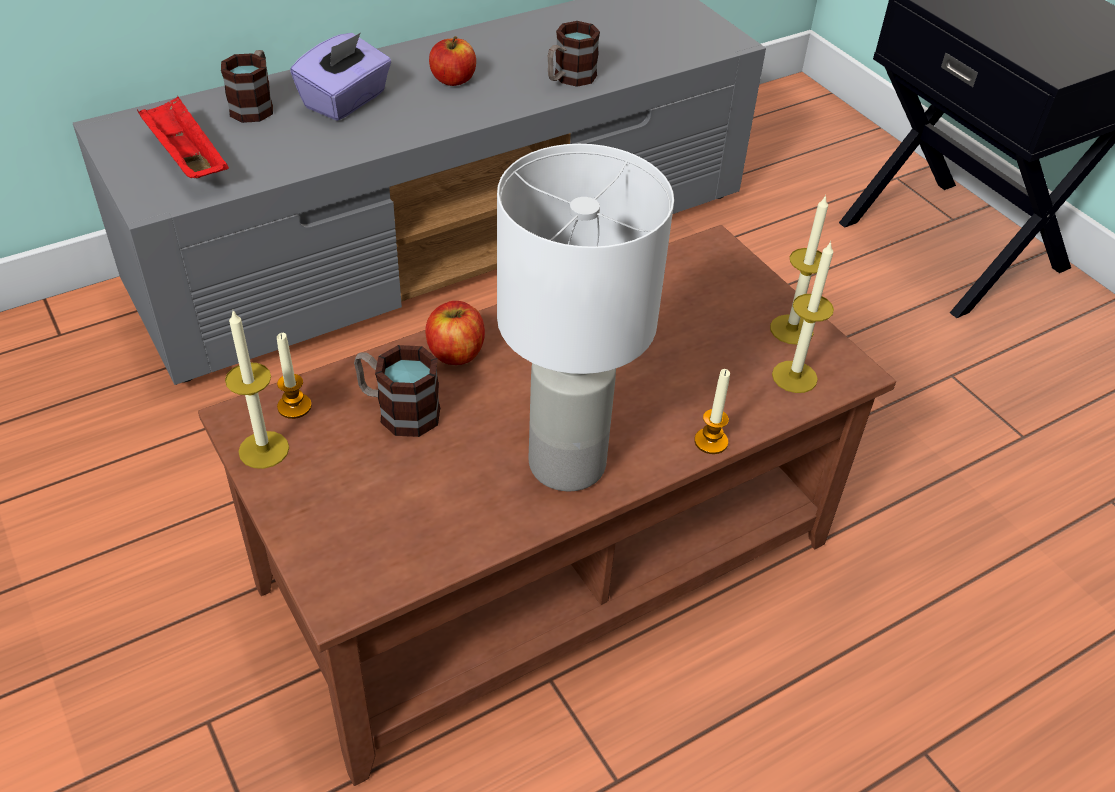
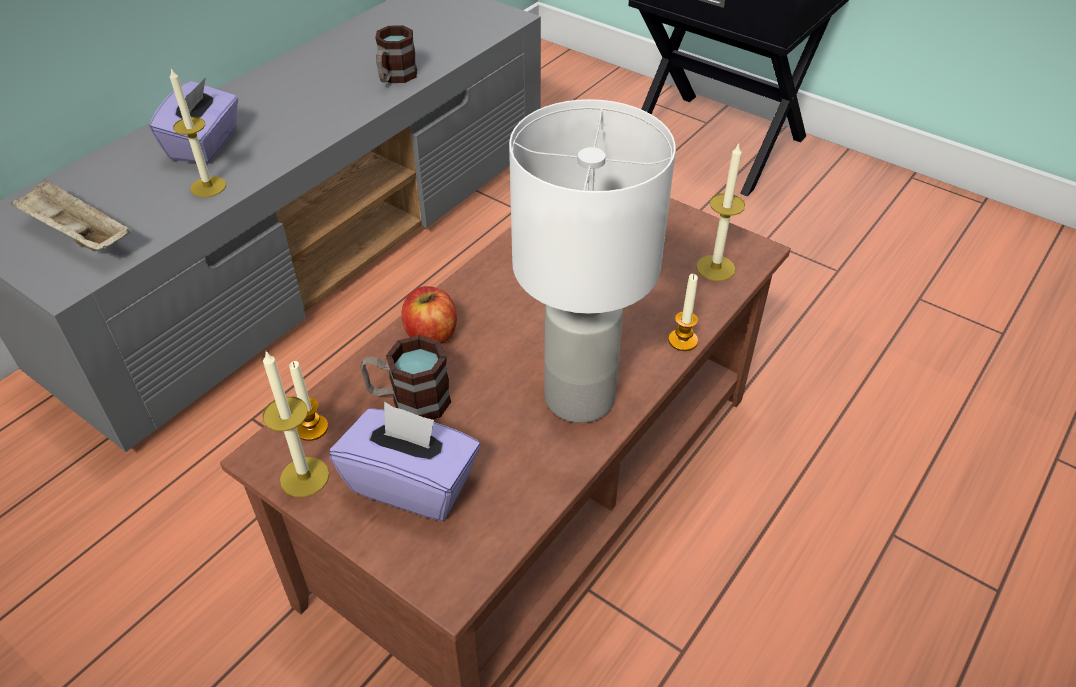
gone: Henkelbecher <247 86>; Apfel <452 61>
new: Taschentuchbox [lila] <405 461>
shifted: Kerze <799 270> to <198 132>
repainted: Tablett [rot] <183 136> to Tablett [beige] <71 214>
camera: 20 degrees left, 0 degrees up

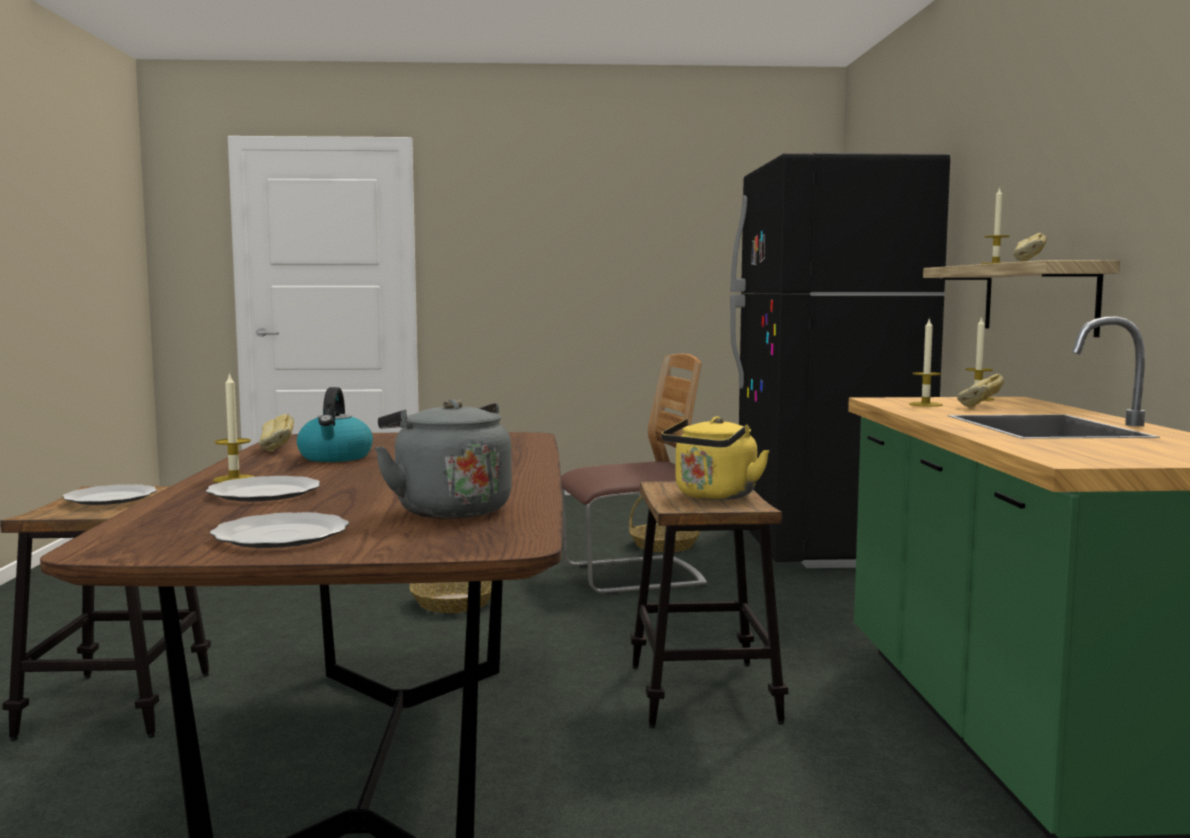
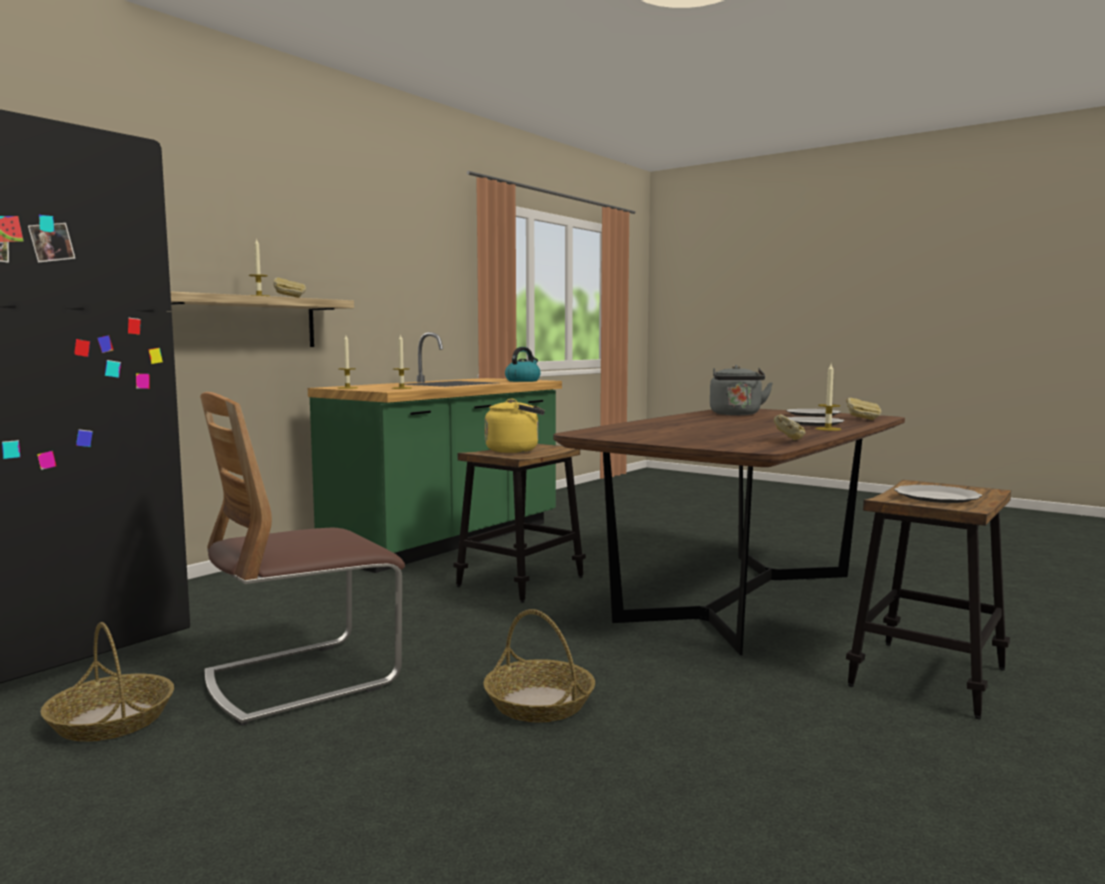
shifted: Wasserkessel <335 424> to <523 364>; Brot <981 391> to <864 409>
rotated: Stuhl <634 474> = <302 559> 60 degrees counterclockwise
camera: 140 degrees left, 0 degrees up

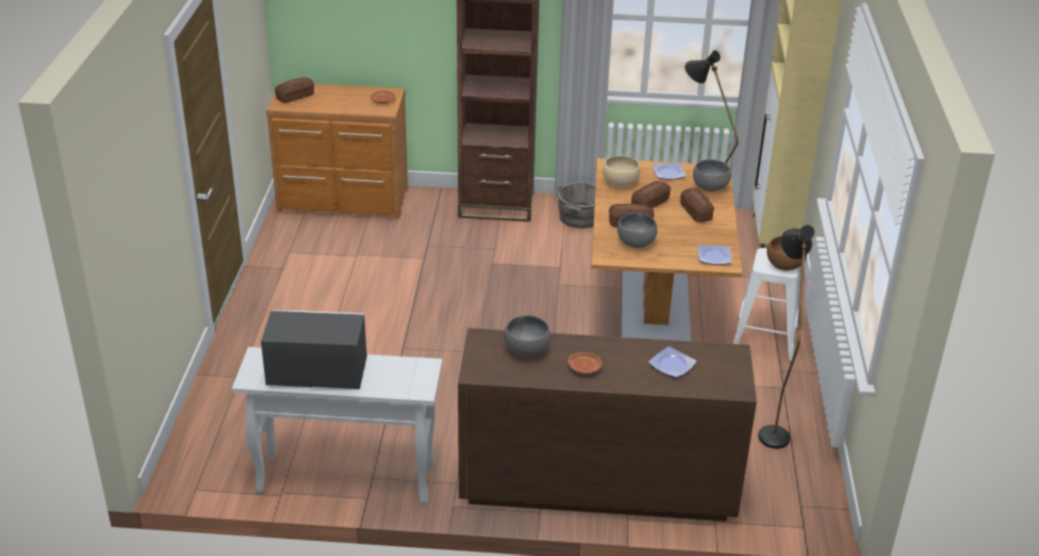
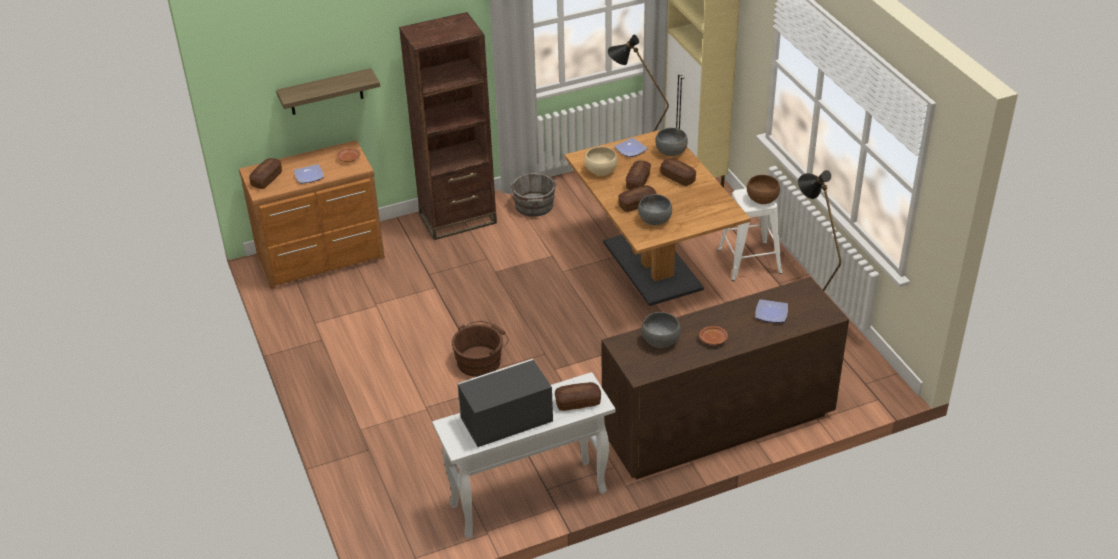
new: Wandregal <328 91>; Eimer [braun] <480 349>; Brot <578 396>
shifted: Teller <715 254> to <309 174>
camera: 25 degrees left, 5 degrees up

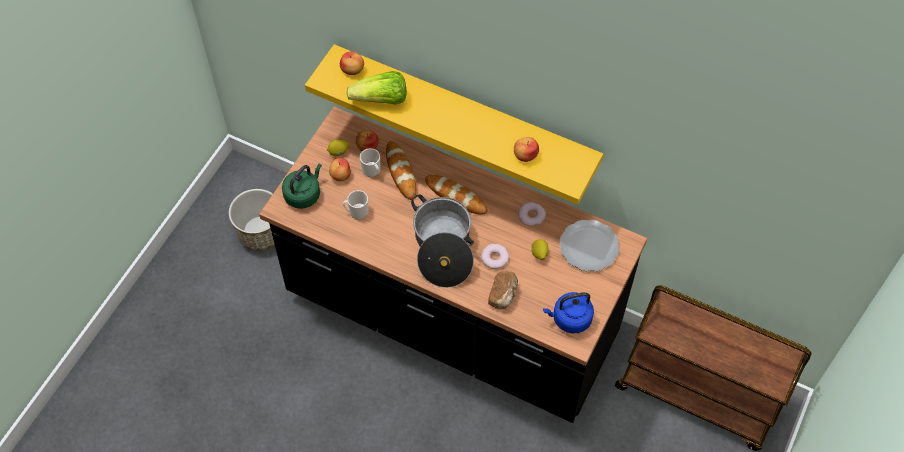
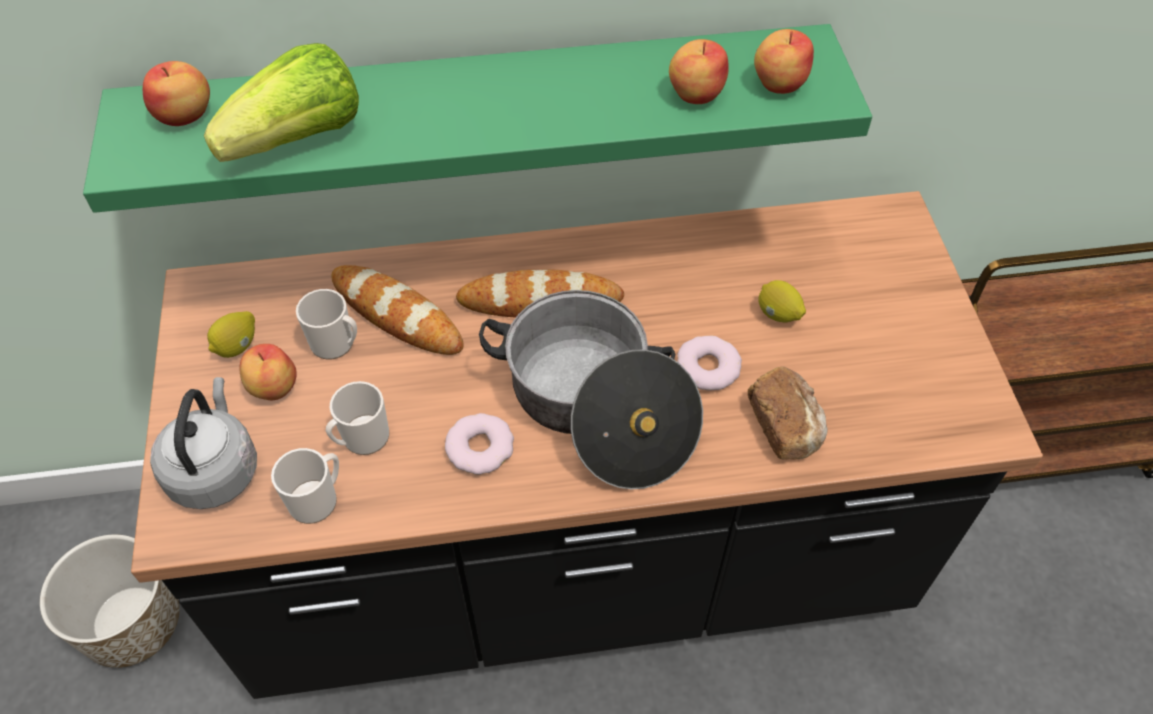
gone: Wasserkessel [blau] <568 312>; Teller <590 245>
new: Henkelbecher <305 486>
shifted: Donut <532 214> to <479 444>; Apfel <367 140> to <784 61>
repainted: Wandregal [gelb] <454 124> to Wandregal [grün] <477 118>; Wasserkessel [grün] <302 186> to Wasserkessel [grau] <203 443>
camera: 35 degrees left, 5 degrees down

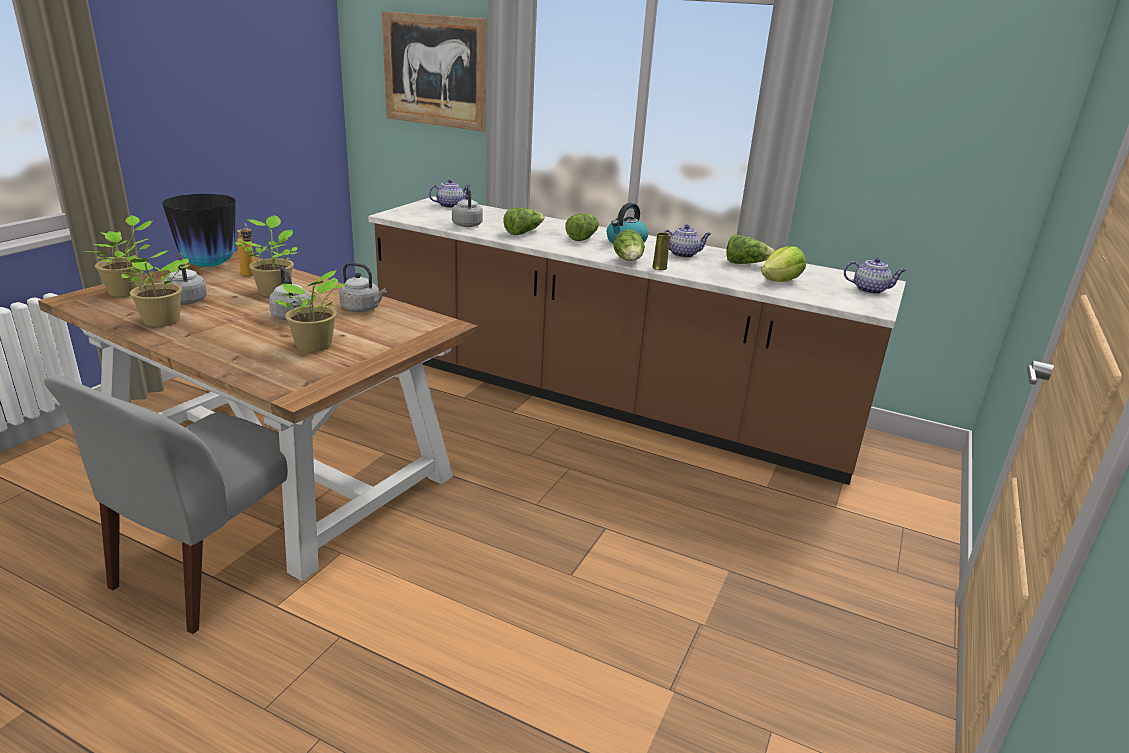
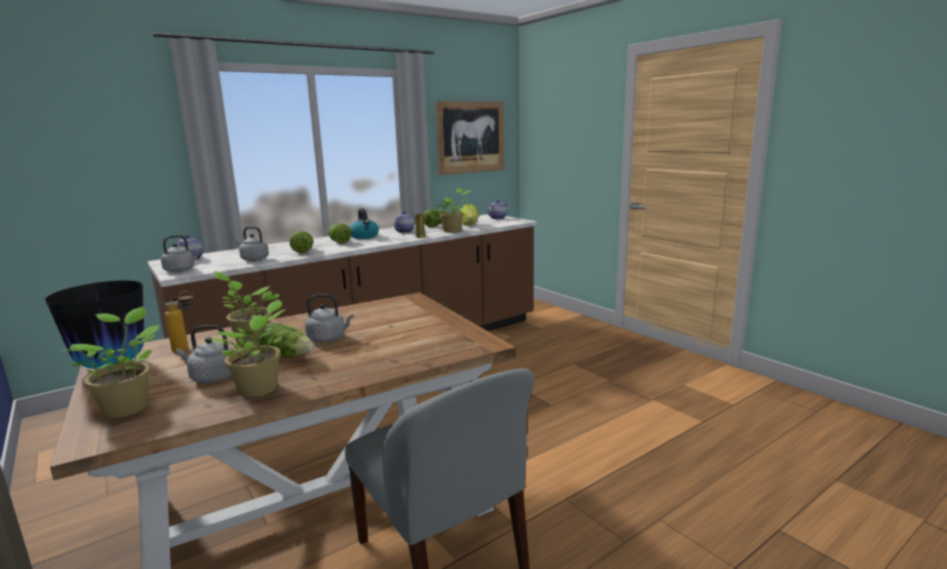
shifted: Wasserkessel [grau] <363 287> to <181 253>; Salatkopf <629 245> to <286 340>; Bild <434 71> to <469 138>; Topfpflanze <310 311> to <454 210>
camera: 60 degrees left, 10 degrees down

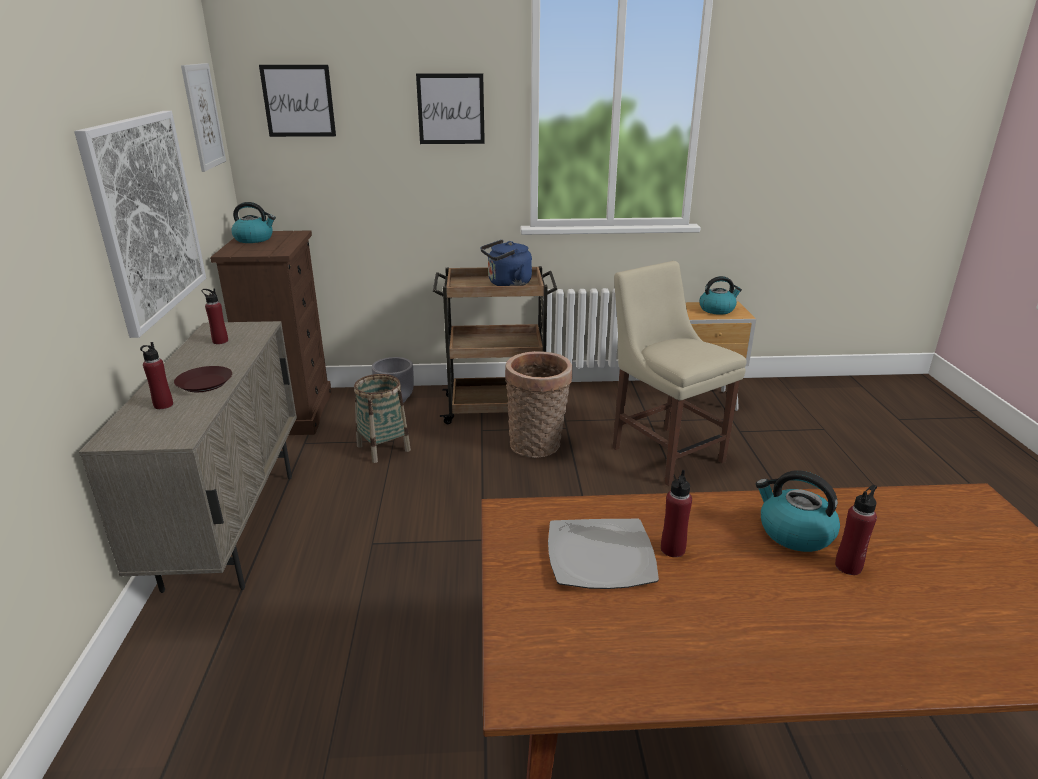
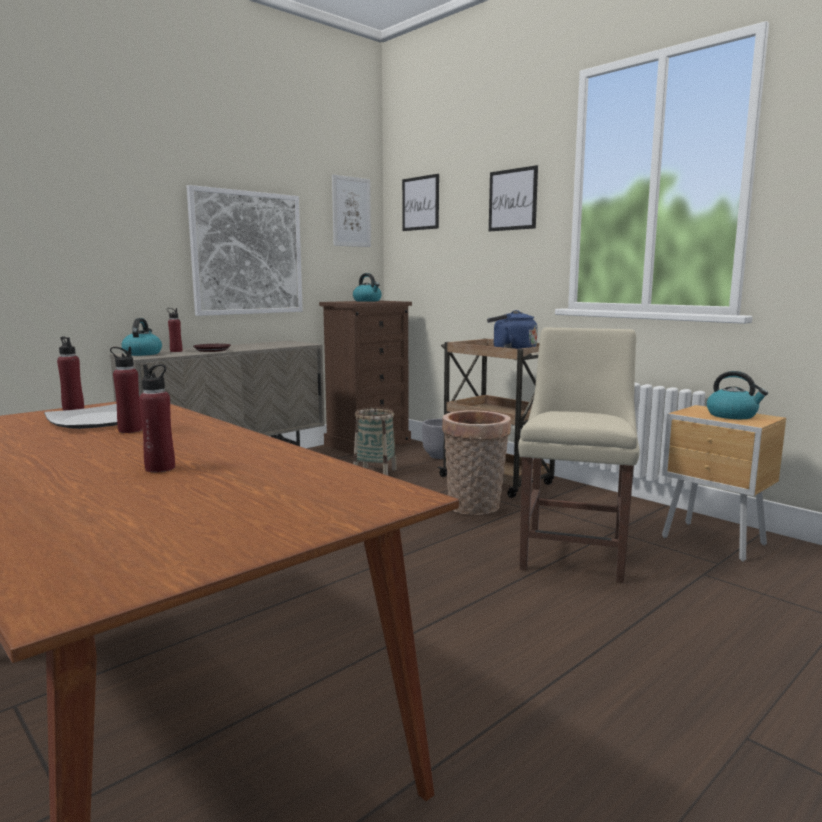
shifted: Flasche [rot] <215 316> to <70 373>; Wasserkessel <798 511> to <141 337>
camera: 50 degrees right, 15 degrees down

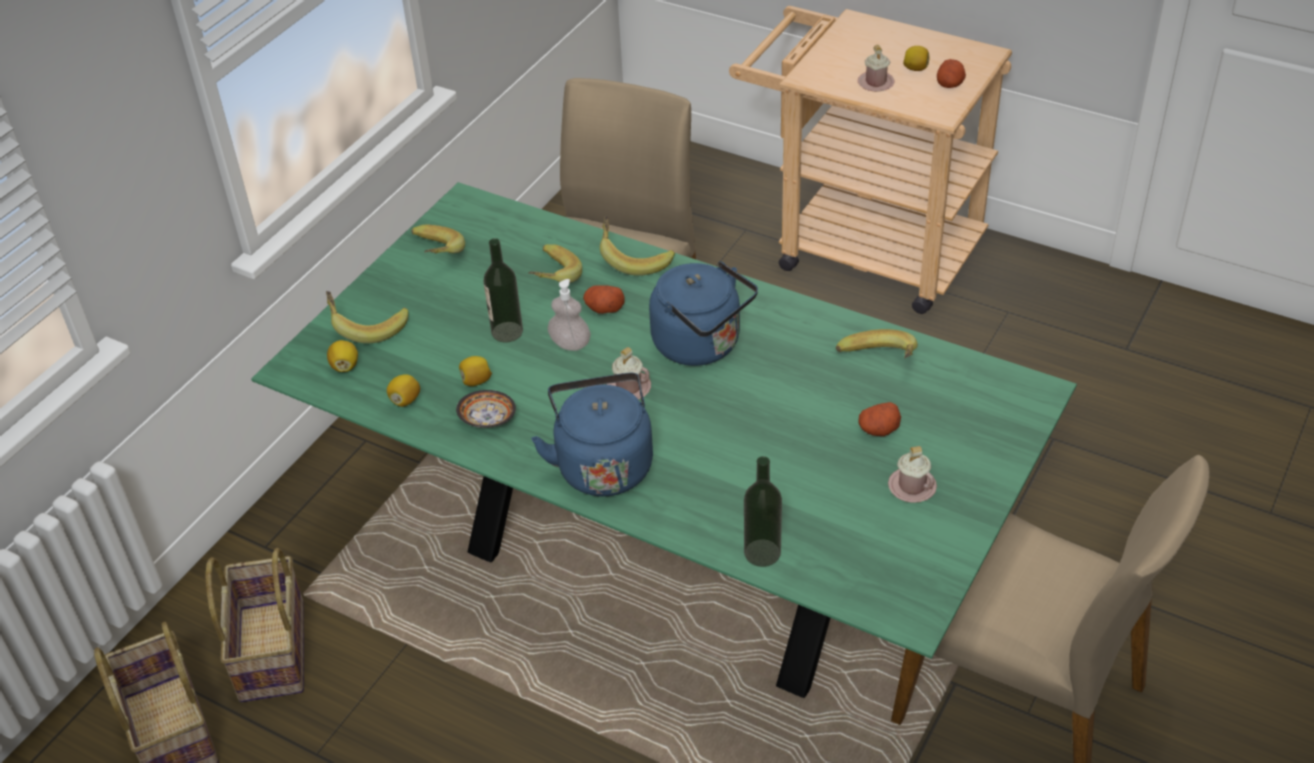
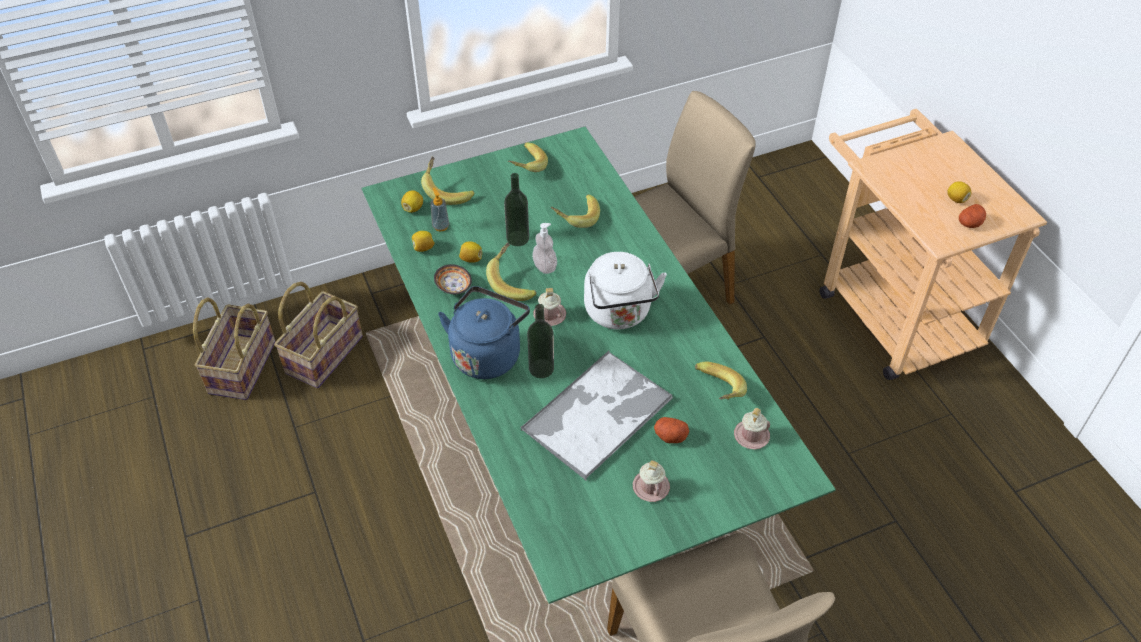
gone: Kartoffel <604 299>
new: Seifenspender <440 209>; Tablett <596 415>
shifted: Banane <637 246> to <511 272>; Flasche <763 511> to <540 341>; Henkelbecher [rosa] <876 68> to <752 428>
repainted: Wasserkessel [blau] <703 313> to Wasserkessel [weiß] <625 290>
camera: 35 degrees right, 5 degrees up

